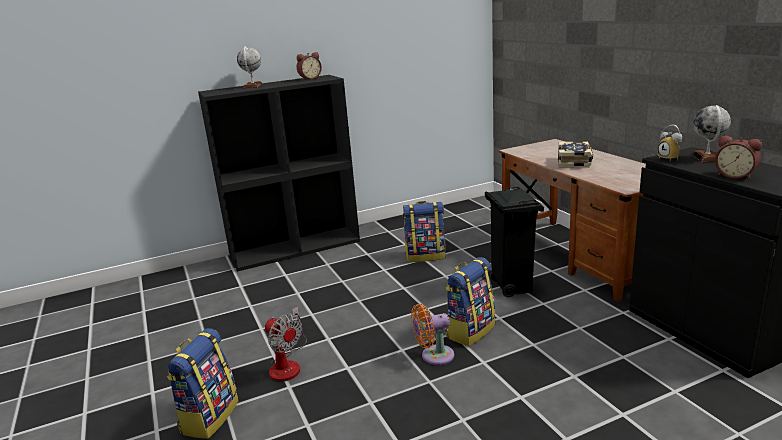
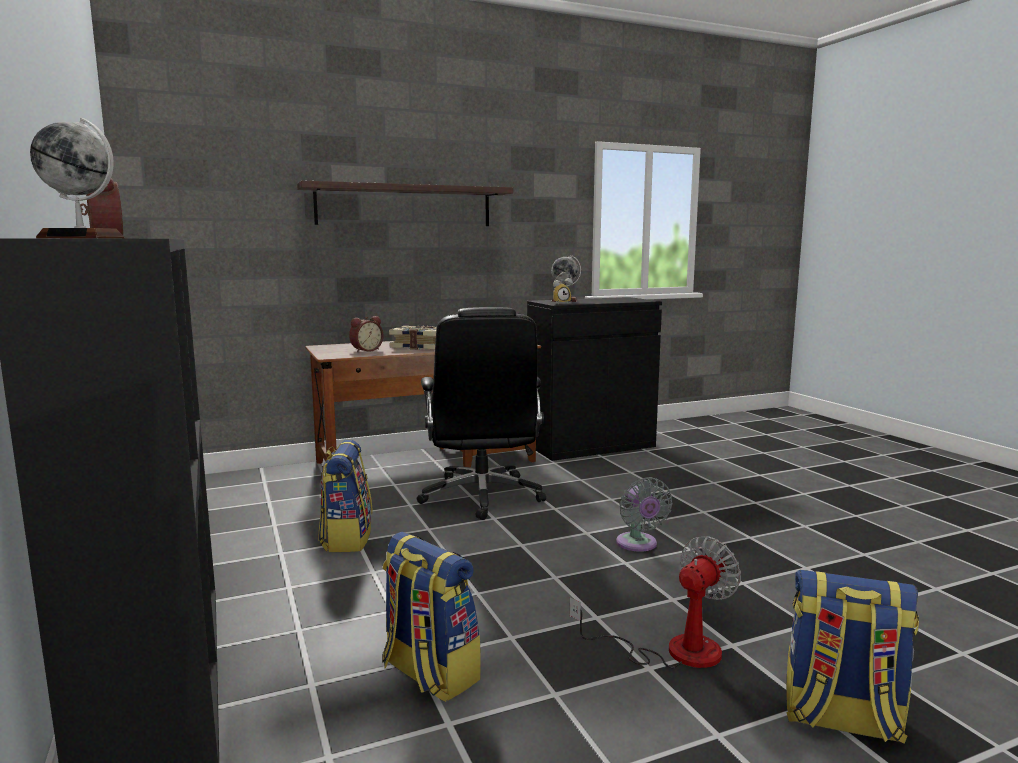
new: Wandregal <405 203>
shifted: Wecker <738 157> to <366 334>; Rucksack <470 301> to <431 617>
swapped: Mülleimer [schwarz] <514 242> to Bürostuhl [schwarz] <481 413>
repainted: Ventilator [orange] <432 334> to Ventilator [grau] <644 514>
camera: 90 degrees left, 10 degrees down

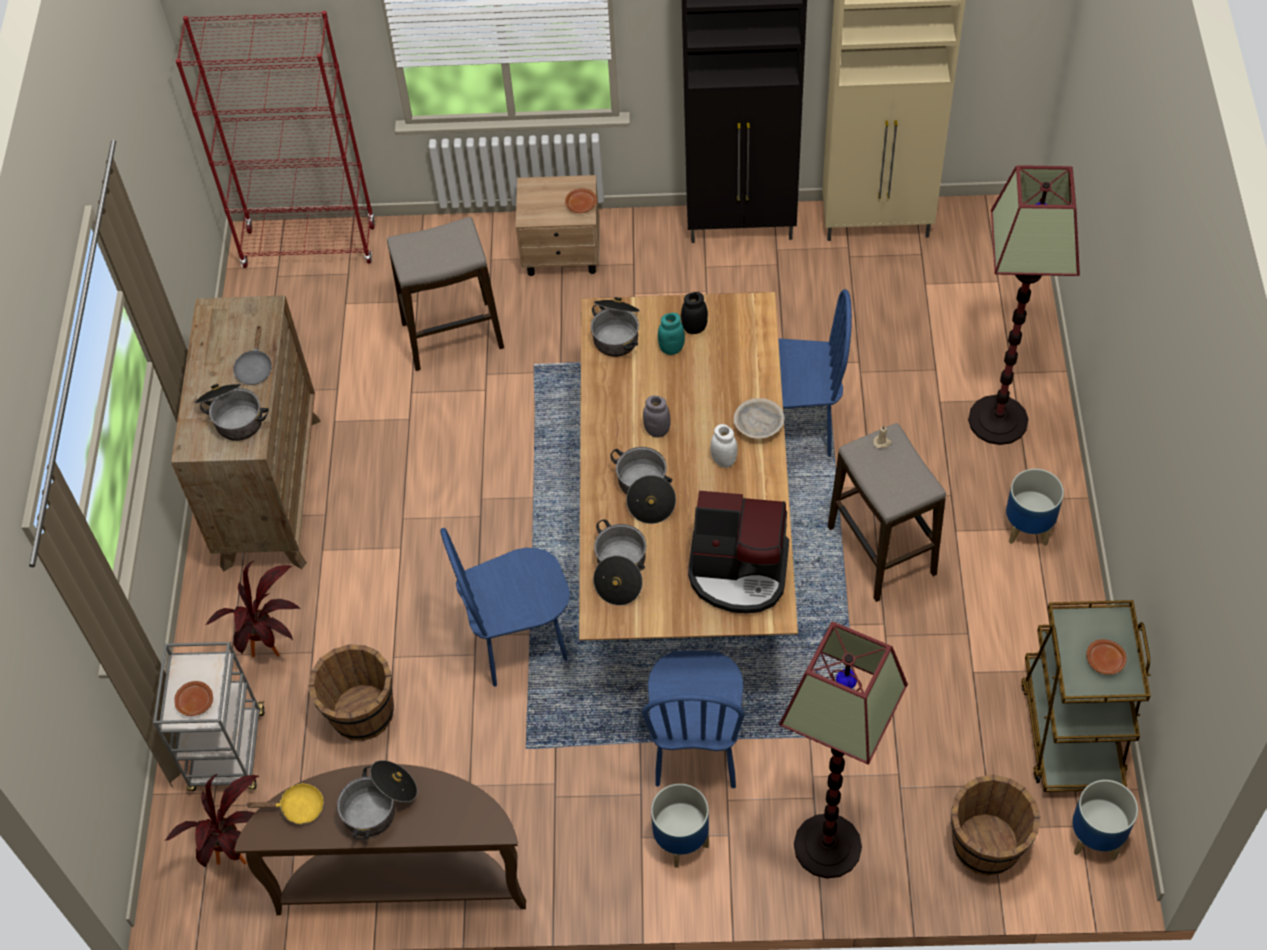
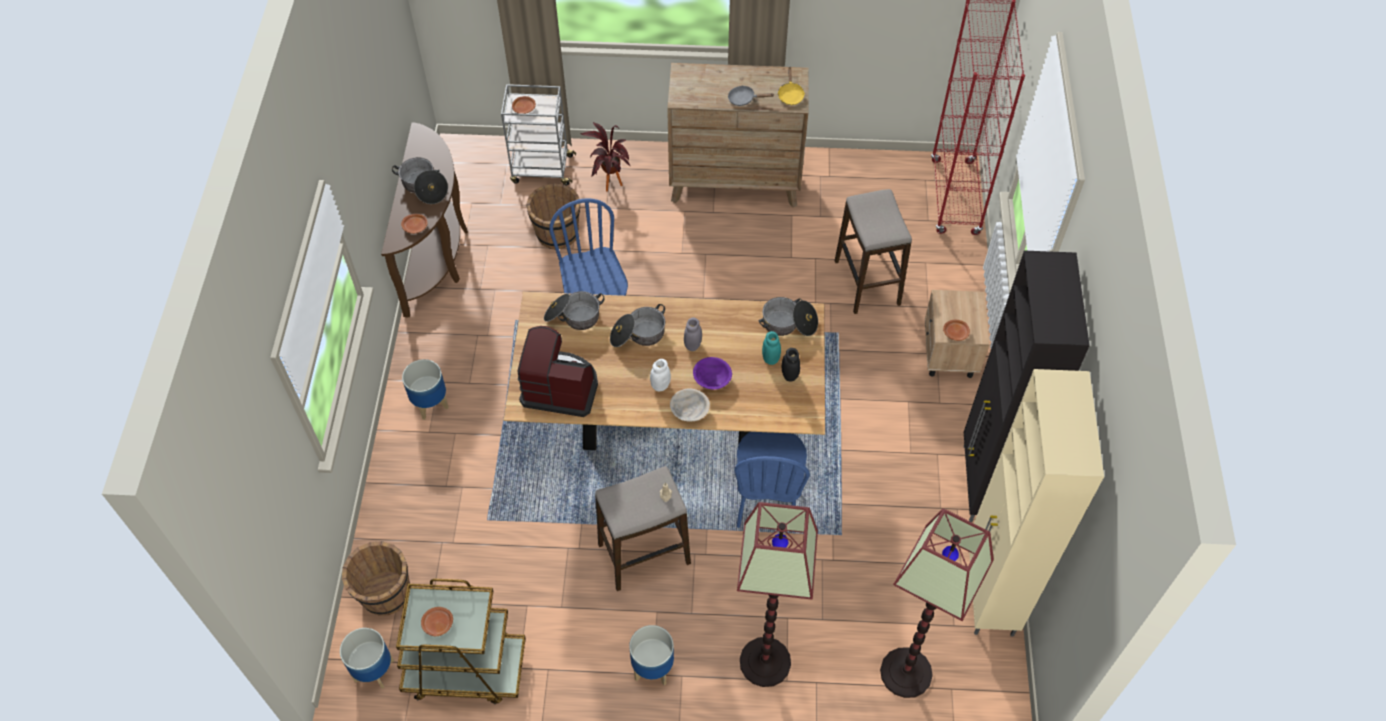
gone: Topfpflanze <212 821>; Kochtopf <231 412>; Stuhl [blau] <693 719>
new: Teller [braun] <414 224>; Schüssel [lila] <712 373>
shifted: Pfanne [gelb] <285 804> to <791 86>; Stehlampe <843 750> to <937 603>
rotated: Kaffeemaschine <738 552> = <558 371> 90 degrees clockwise
camera: 90 degrees right, 0 degrees up

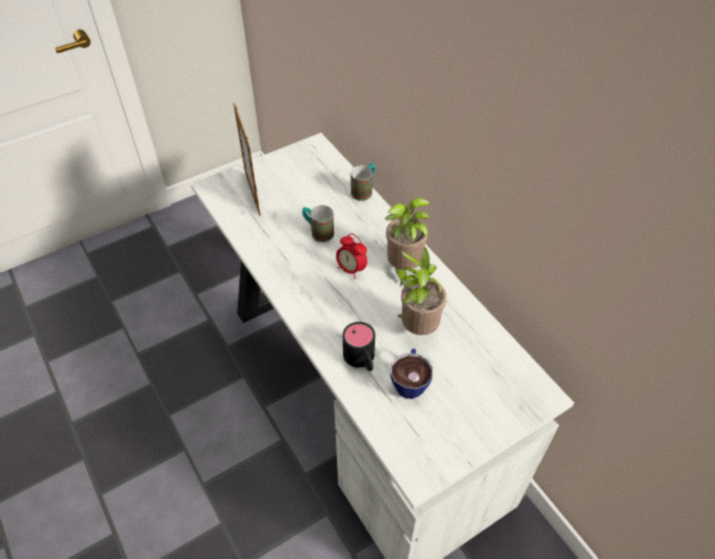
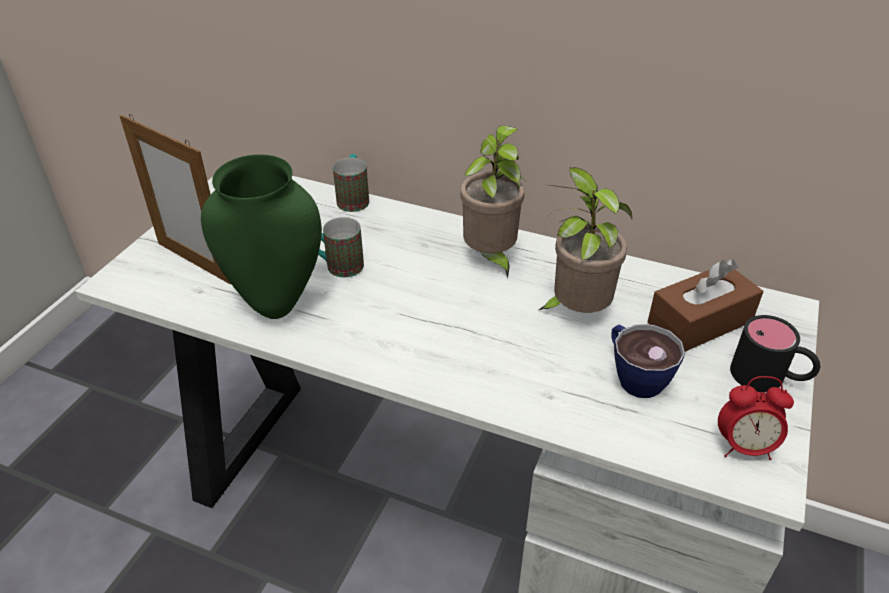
new: Vase [grün] <261 236>; Taschentuchbox [braun] <705 305>
shifted: Wecker <351 256> to <756 418>; Henkelbecher [schwarz] <359 346> to <775 353>
camera: 35 degrees left, 10 degrees down

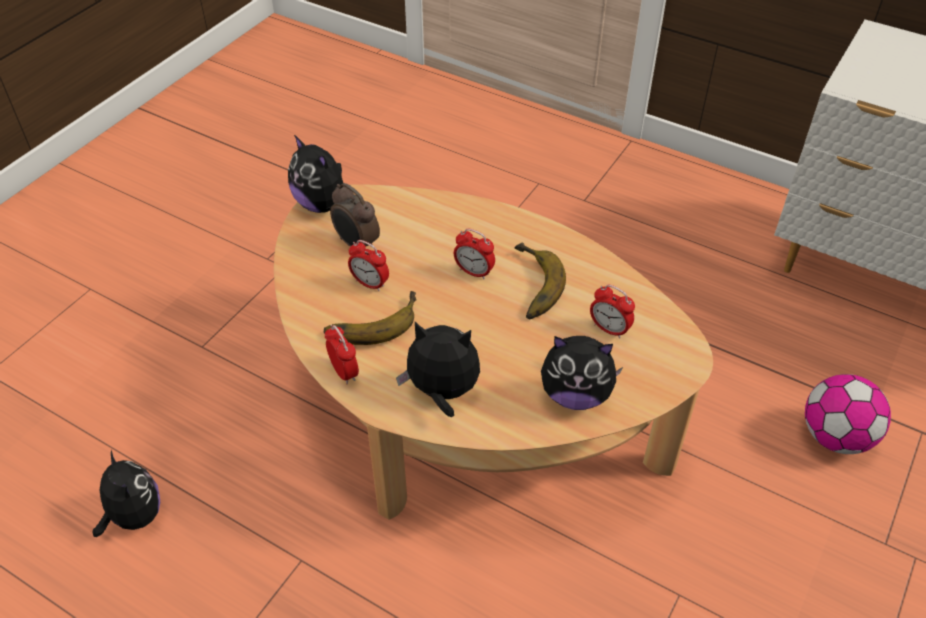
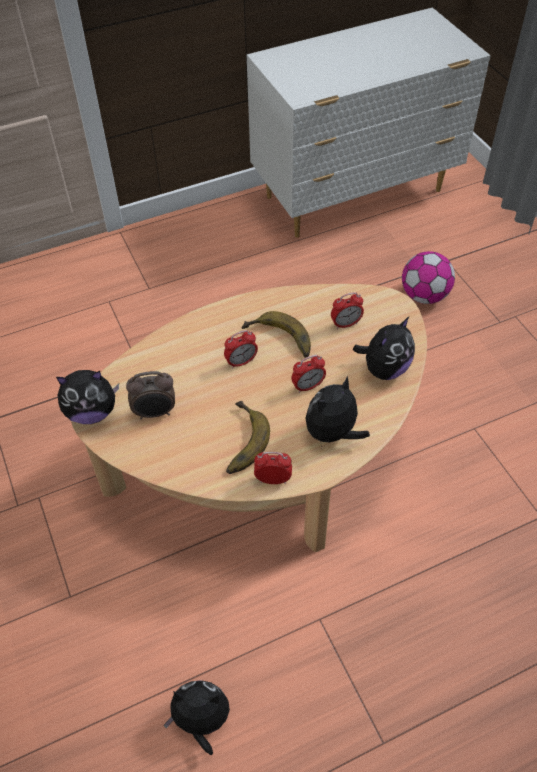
shifted: Wecker <368 265> to <308 374>
camera: 55 degrees left, 5 degrees up

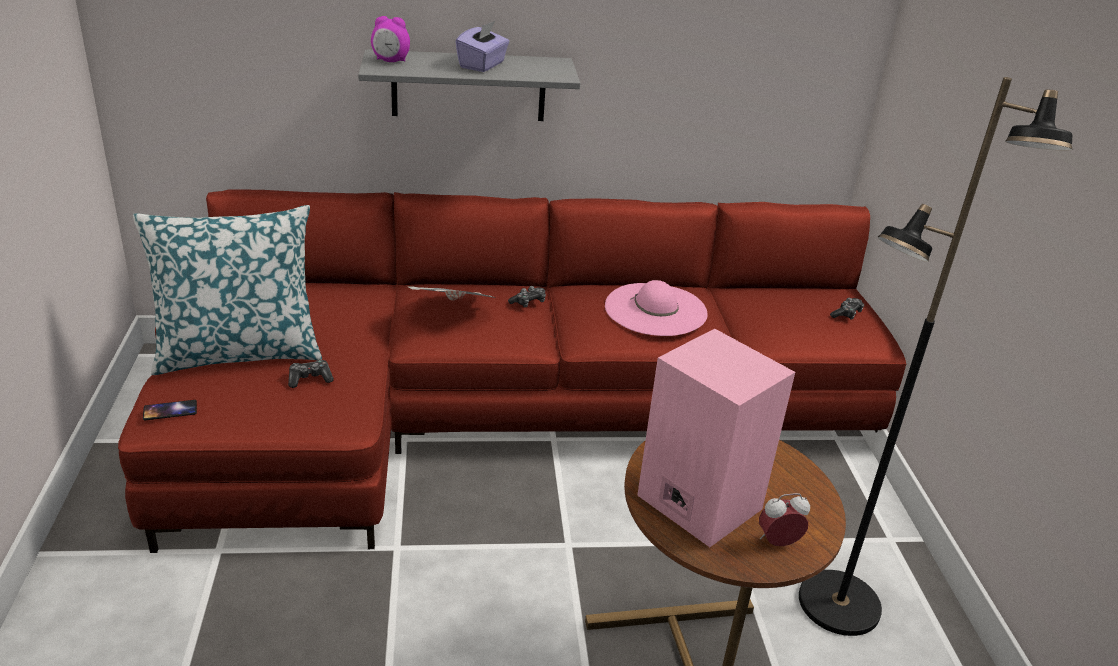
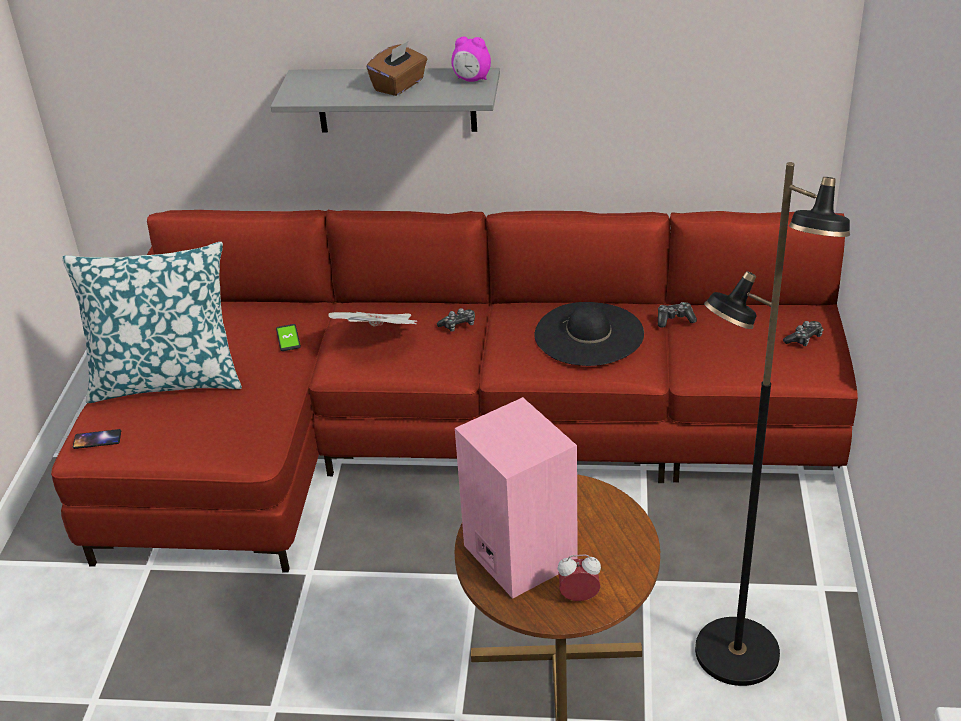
new: Handy <288 337>
shifted: Wecker <390 39> to <471 59>; Gamepad <311 374> to <677 315>
repainted: Taschentuchbox [lila] <483 46> to Taschentuchbox [braun] <397 68>; Hut [rosa] <656 308> to Hut [schwarz] <589 334>
camera: 15 degrees right, 5 degrees up

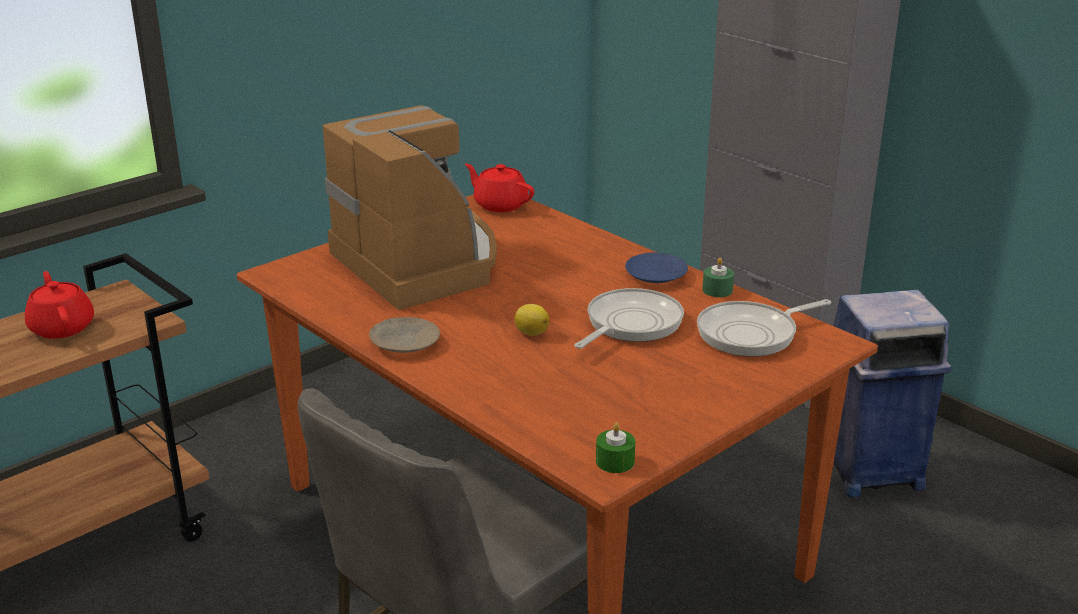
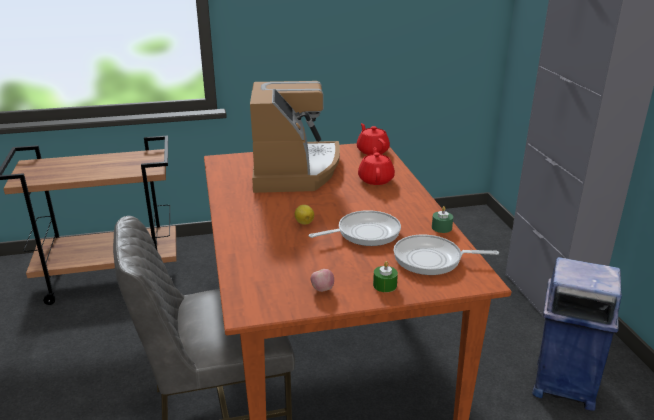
gone: Teller [beige] <404 335>; Teller [blau] <656 267>
new: Apfel <322 280>
shifted: Teekanne [rot] <59 305> to <376 166>; Kerze [grün] <615 447> to <385 276>
camera: 30 degrees right, 0 degrees up

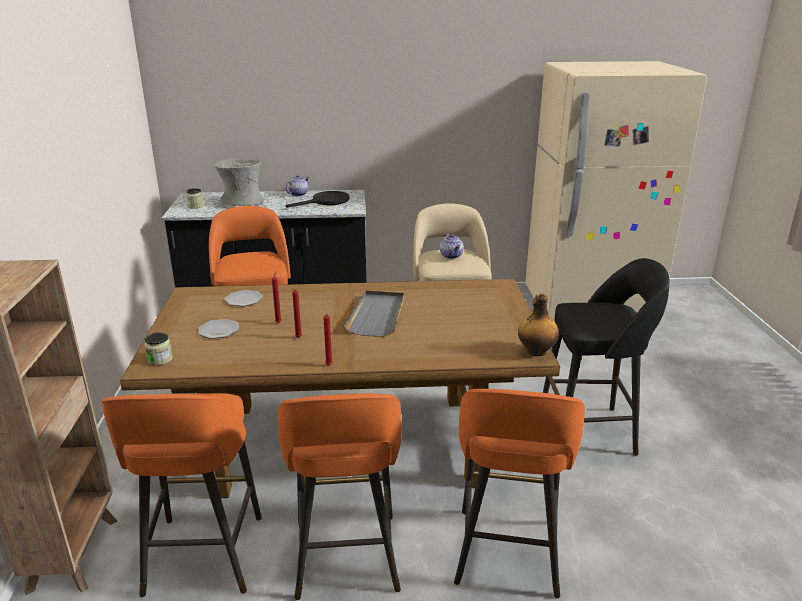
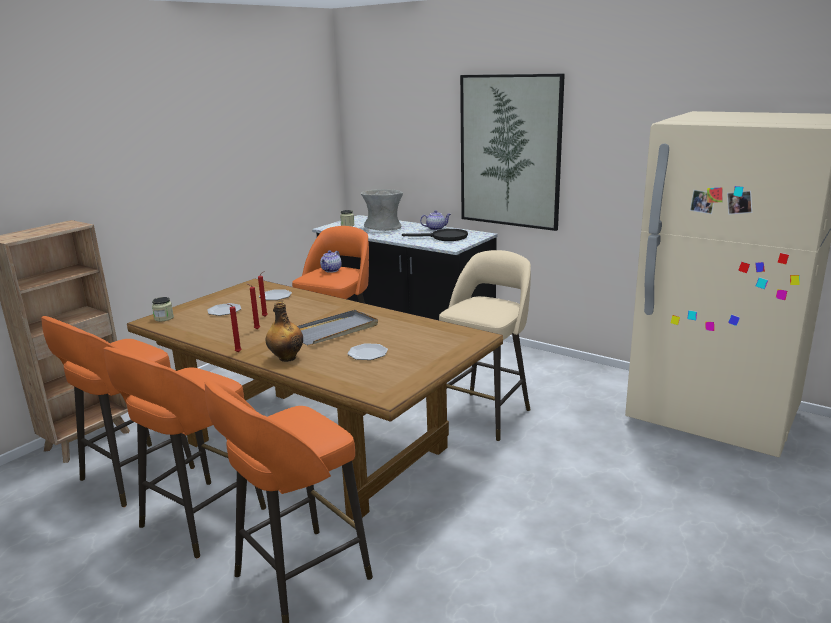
gone: Hocker [schwarz] <606 357>
new: Teller <367 351>; Bild <512 152>
shifted: Flasche <538 325> to <284 332>; Teekanne <452 246> to <330 261>
camera: 40 degrees right, 5 degrees down

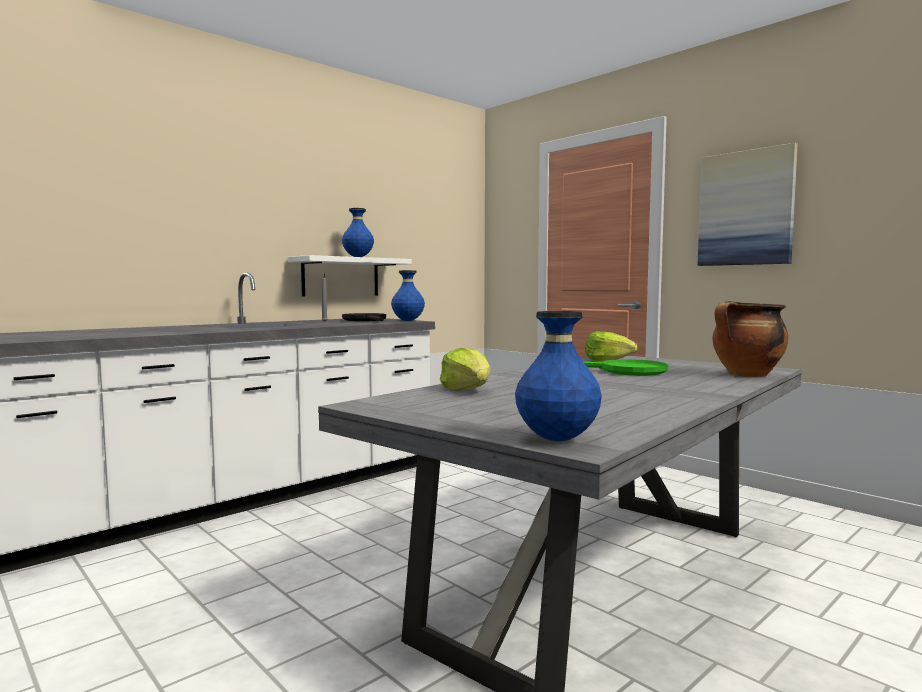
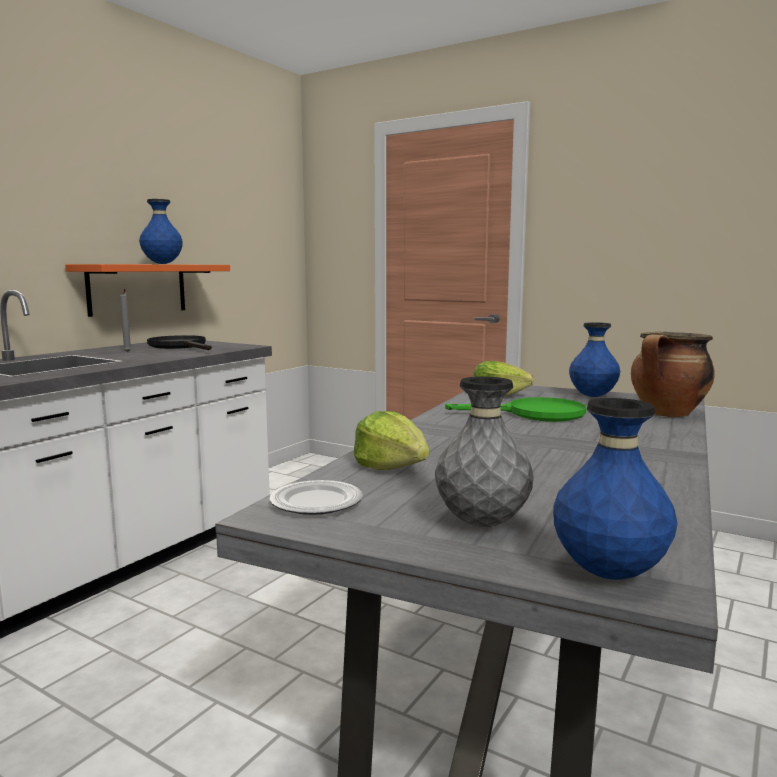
gone: Bild <747 204>
new: Teller <316 497>; Vase [grau] <484 451>
shifted: Vase [blau] <408 295> to <594 359>
repainted: Wandregal [weiß] <349 276> to Wandregal [orange] <147 290>
camera: 15 degrees left, 5 degrees up

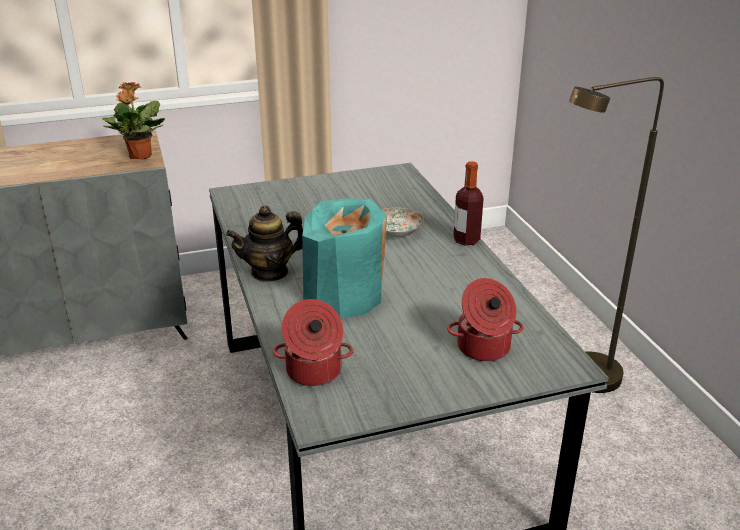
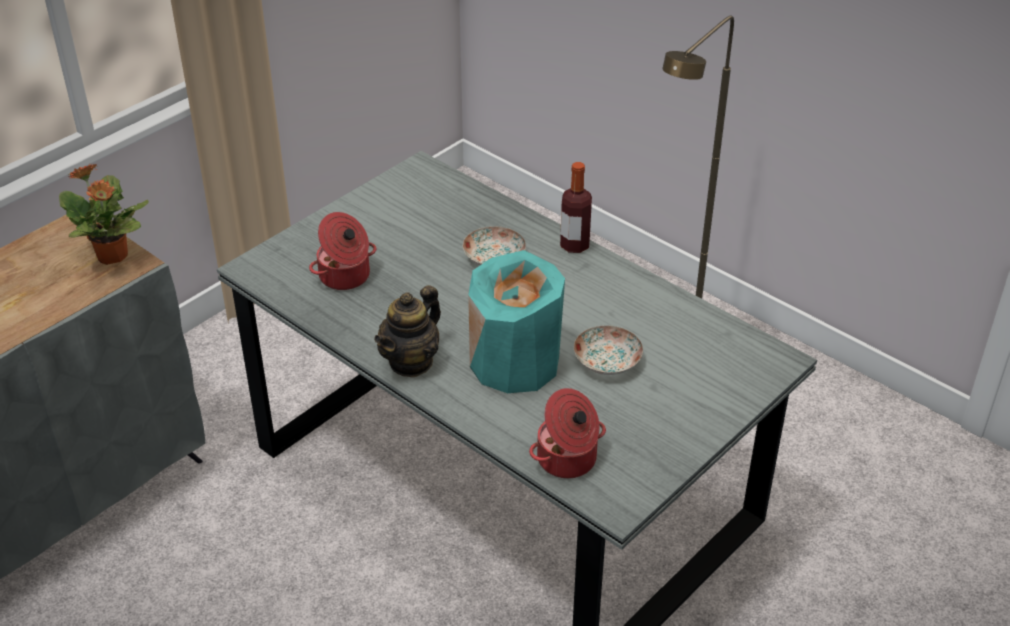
new: Teller <608 350>
shifted: Kochtopf <485 319> to <342 251>
camera: 30 degrees left, 10 degrees up

